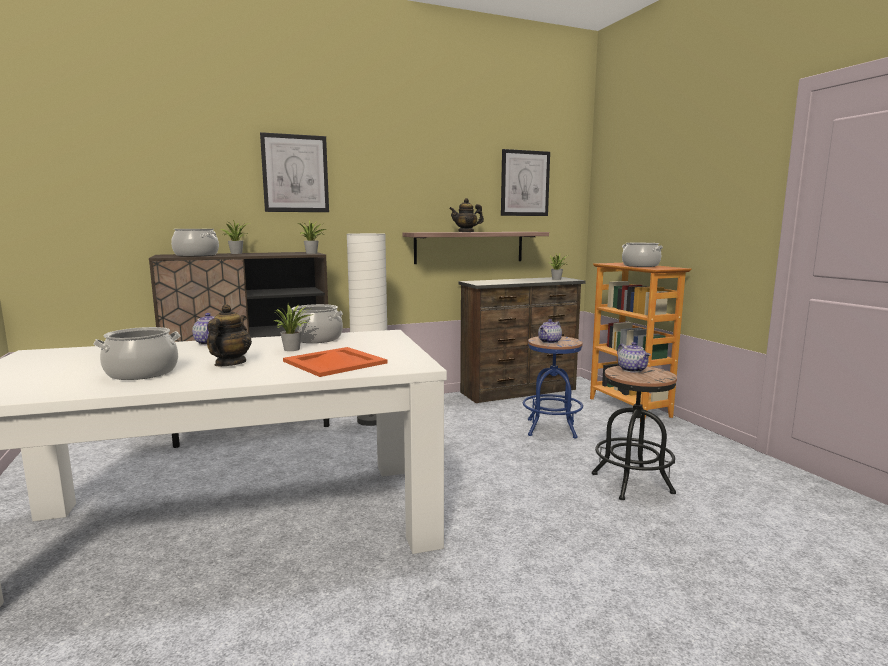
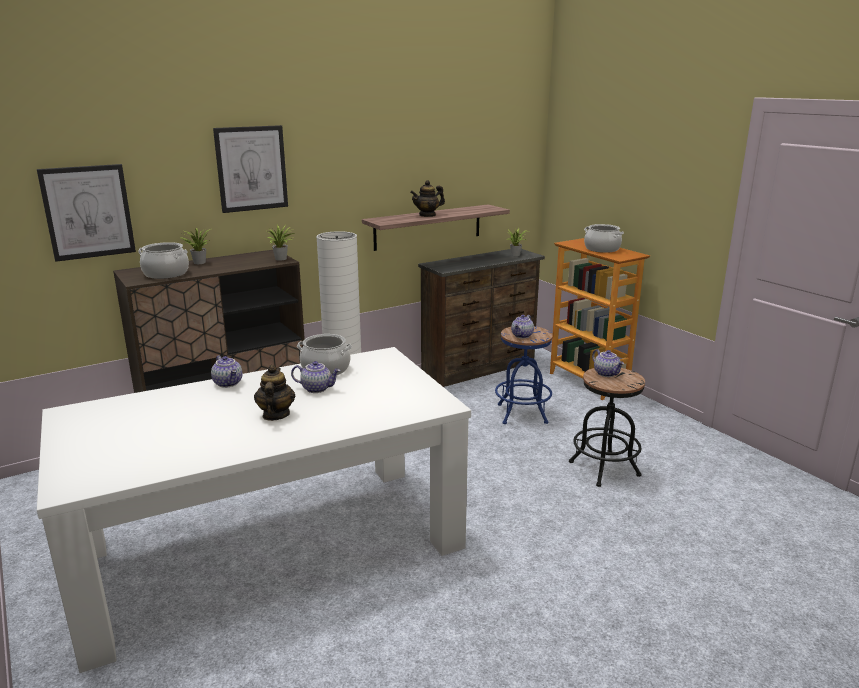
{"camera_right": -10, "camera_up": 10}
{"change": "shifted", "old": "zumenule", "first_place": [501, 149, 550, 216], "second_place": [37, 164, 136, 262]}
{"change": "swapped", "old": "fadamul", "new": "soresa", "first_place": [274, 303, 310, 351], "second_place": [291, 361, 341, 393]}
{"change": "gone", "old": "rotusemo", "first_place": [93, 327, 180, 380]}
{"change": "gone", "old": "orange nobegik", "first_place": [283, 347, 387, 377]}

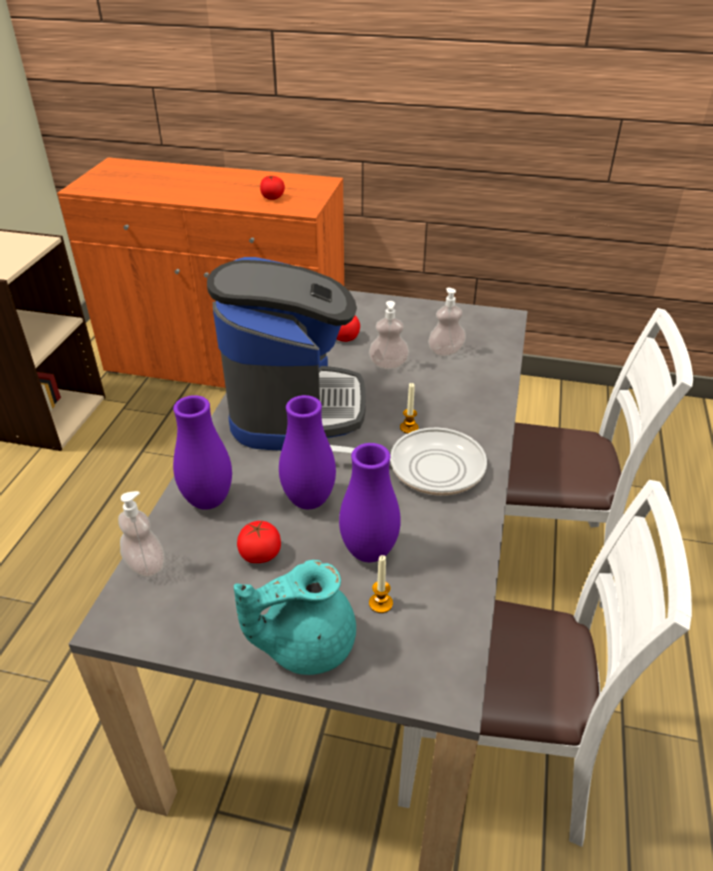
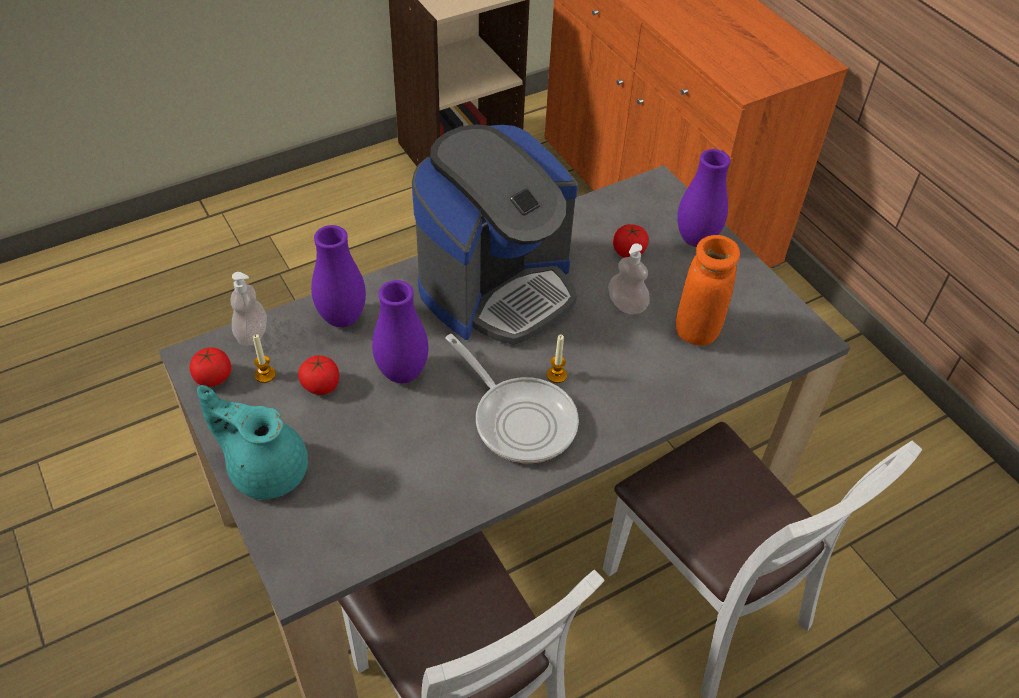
{"camera_right": 45, "camera_up": 10}
{"change": "shifted", "old": "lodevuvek", "first_place": [260, 176, 285, 200], "second_place": [190, 347, 231, 387]}
{"change": "shifted", "old": "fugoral", "first_place": [369, 555, 393, 613], "second_place": [253, 334, 276, 383]}
{"change": "swapped", "old": "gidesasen", "new": "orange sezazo", "first_place": [428, 288, 466, 356], "second_place": [676, 235, 740, 346]}
{"change": "shifted", "old": "purple sezazo", "first_place": [339, 443, 401, 562], "second_place": [677, 149, 730, 247]}

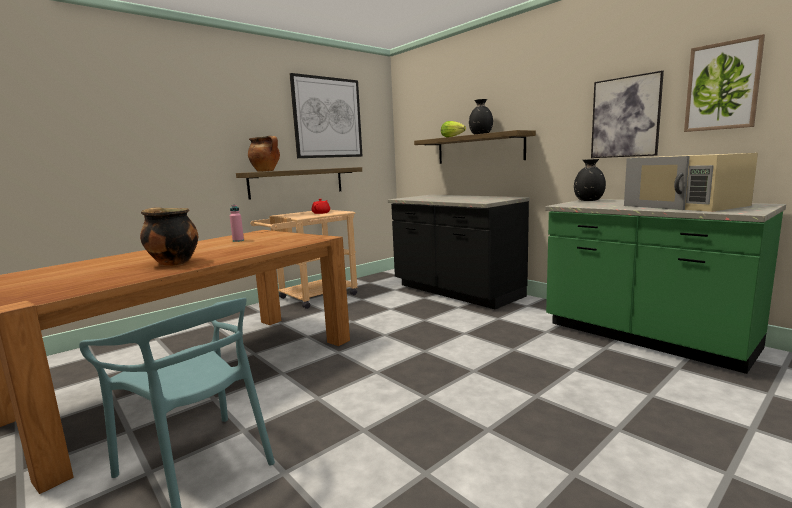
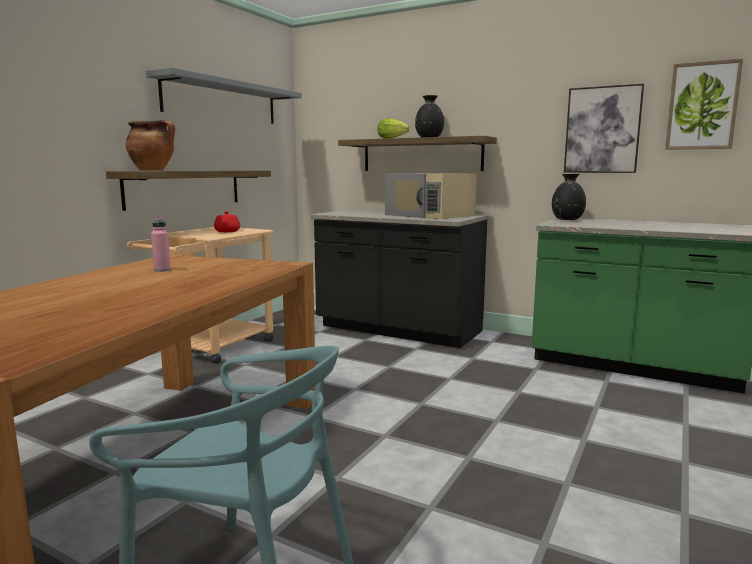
{"camera_right": -20, "camera_up": 0}
{"change": "swapped", "old": "zumenule", "new": "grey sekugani", "first_place": [289, 73, 363, 158], "second_place": [146, 68, 302, 124]}
{"change": "shifted", "old": "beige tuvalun", "first_place": [624, 153, 758, 212], "second_place": [385, 173, 477, 219]}
{"change": "gone", "old": "rotusemo", "first_place": [140, 207, 199, 266]}

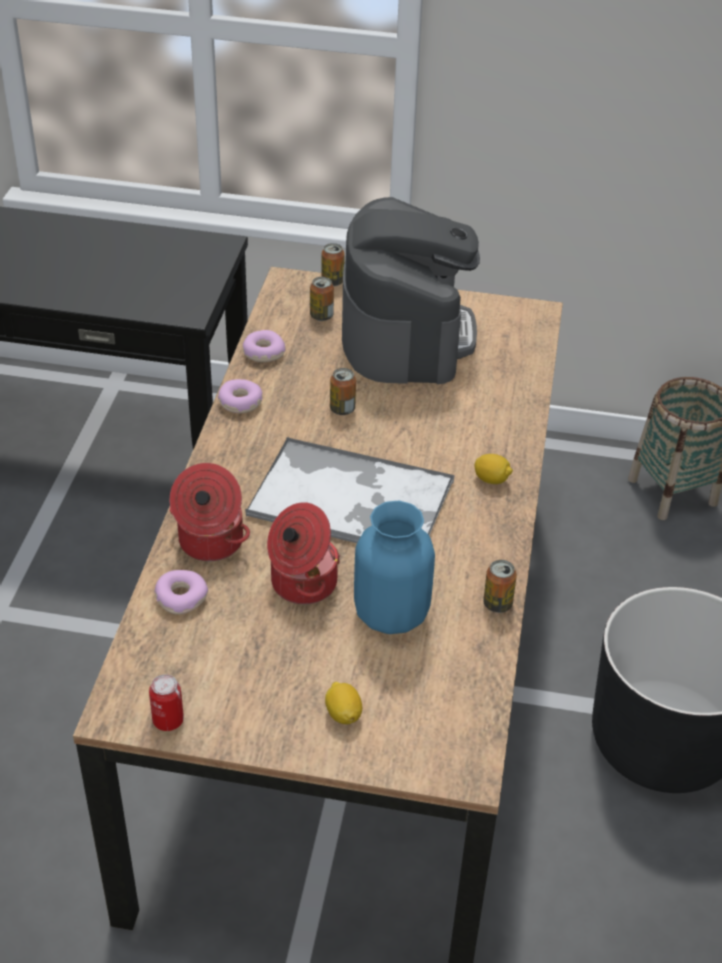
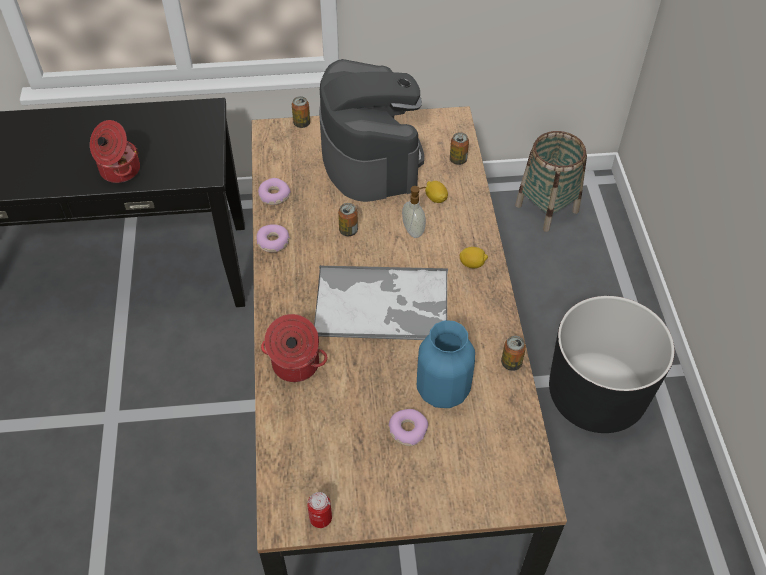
{"camera_right": -15, "camera_up": 10}
{"change": "shifted", "old": "rotusemo", "first_place": [267, 502, 340, 604], "second_place": [90, 120, 140, 183]}
{"change": "shifted", "old": "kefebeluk", "first_place": [154, 570, 208, 615], "second_place": [389, 409, 428, 446]}
{"change": "new", "new": "gidesasen", "second_place": [402, 186, 426, 238]}
{"change": "shifted", "old": "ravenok", "first_place": [325, 682, 362, 724], "second_place": [425, 181, 448, 203]}
{"change": "shifted", "old": "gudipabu", "first_place": [310, 277, 334, 321], "second_place": [450, 132, 469, 165]}

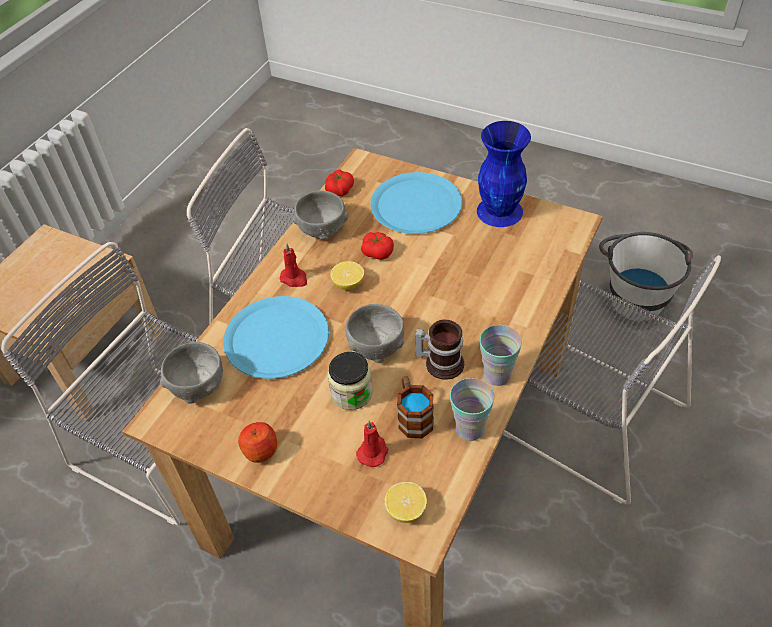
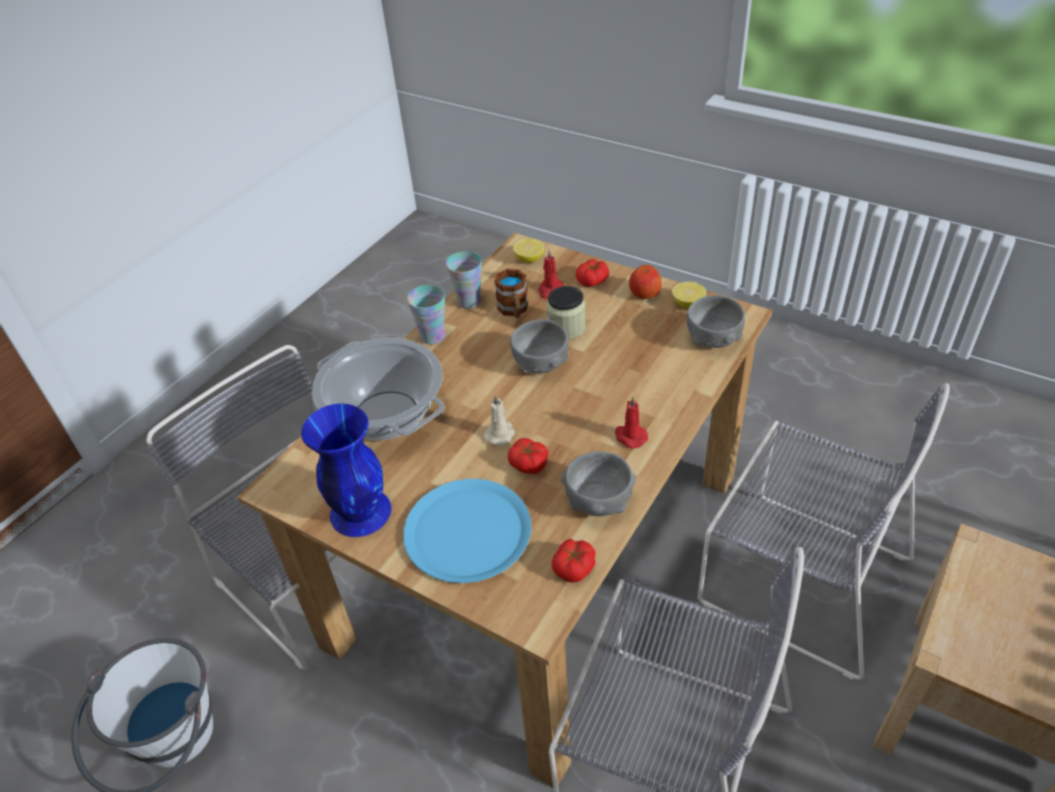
{"camera_right": -175, "camera_up": -5}
{"change": "new", "new": "rotusemo", "second_place": [312, 338, 445, 440]}
{"change": "new", "new": "beige fugoral", "second_place": [484, 394, 515, 446]}
{"change": "new", "new": "lodevuvek", "second_place": [576, 259, 609, 287]}
{"change": "shifted", "old": "ravenok", "first_place": [330, 261, 364, 290], "second_place": [672, 282, 707, 309]}
{"change": "gone", "old": "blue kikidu", "first_place": [223, 296, 329, 379]}
{"change": "gone", "old": "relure", "first_place": [415, 320, 464, 380]}

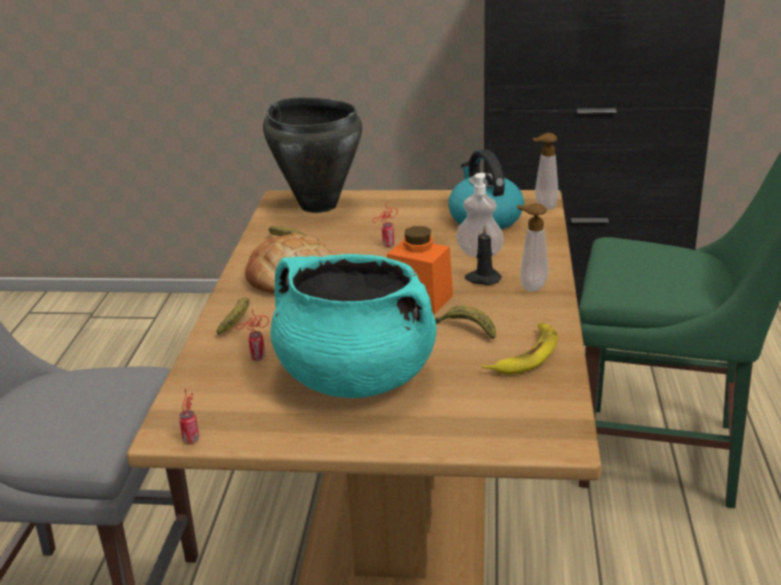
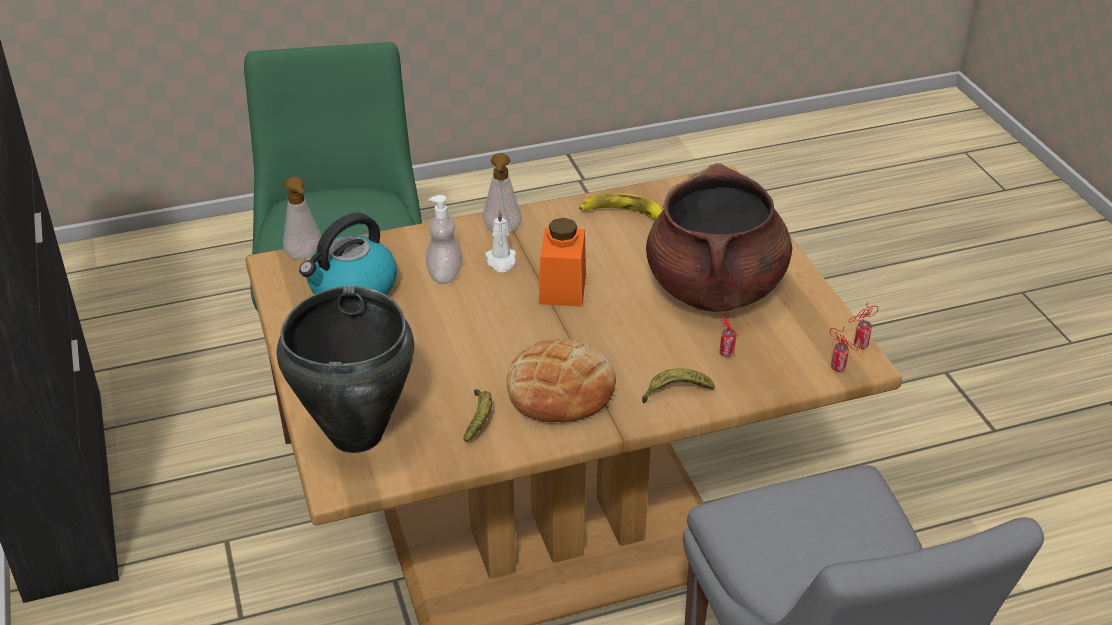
{"camera_right": -115, "camera_up": 10}
{"change": "repainted", "old": "black fugoral", "new": "white fugoral", "first_place": [465, 225, 502, 285], "second_place": [485, 209, 516, 272]}
{"change": "repainted", "old": "turquoise rotusemo", "new": "brown rotusemo", "first_place": [271, 254, 437, 398], "second_place": [646, 163, 792, 312]}
{"change": "shifted", "old": "gudipabu", "first_place": [373, 207, 398, 247], "second_place": [830, 328, 858, 371]}
{"change": "gone", "old": "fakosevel", "first_place": [435, 306, 496, 339]}

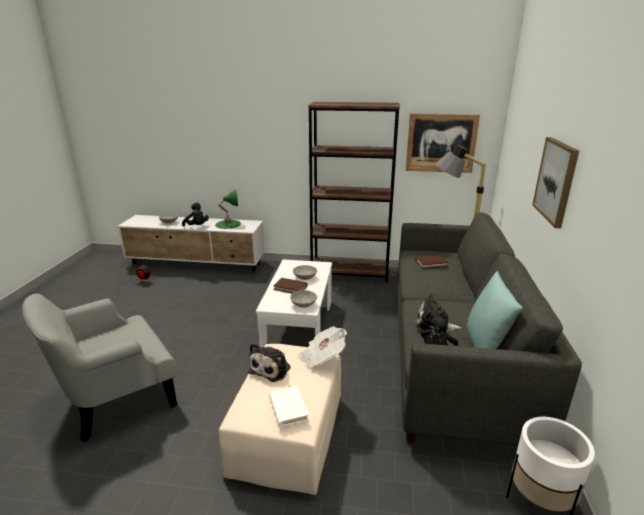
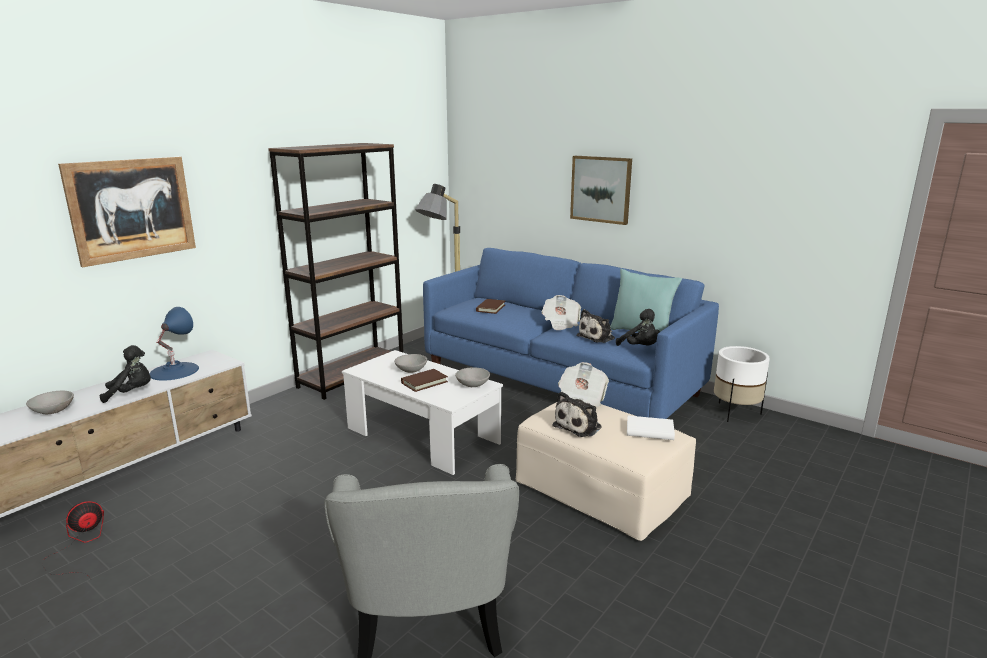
{"camera_right": -60, "camera_up": -5}
{"change": "shifted", "old": "zumenule", "first_place": [406, 113, 480, 173], "second_place": [58, 157, 196, 267]}
{"change": "repainted", "old": "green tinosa", "new": "blue tinosa", "first_place": [215, 190, 241, 229], "second_place": [150, 307, 199, 381]}
{"change": "repainted", "old": "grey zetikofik", "new": "blue zetikofik", "first_place": [397, 212, 582, 445], "second_place": [423, 248, 719, 419]}
{"change": "new", "new": "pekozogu", "second_place": [541, 295, 581, 330]}
{"change": "rotated", "old": "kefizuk", "first_place": [248, 343, 291, 382], "second_place": [553, 392, 602, 437], "degrees": 75}

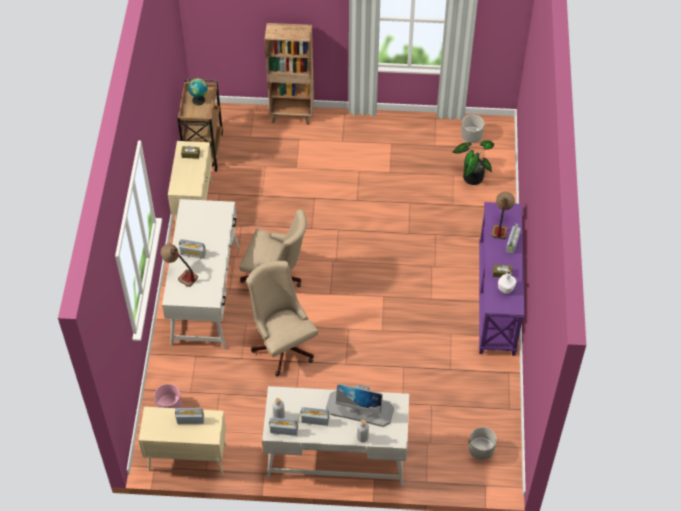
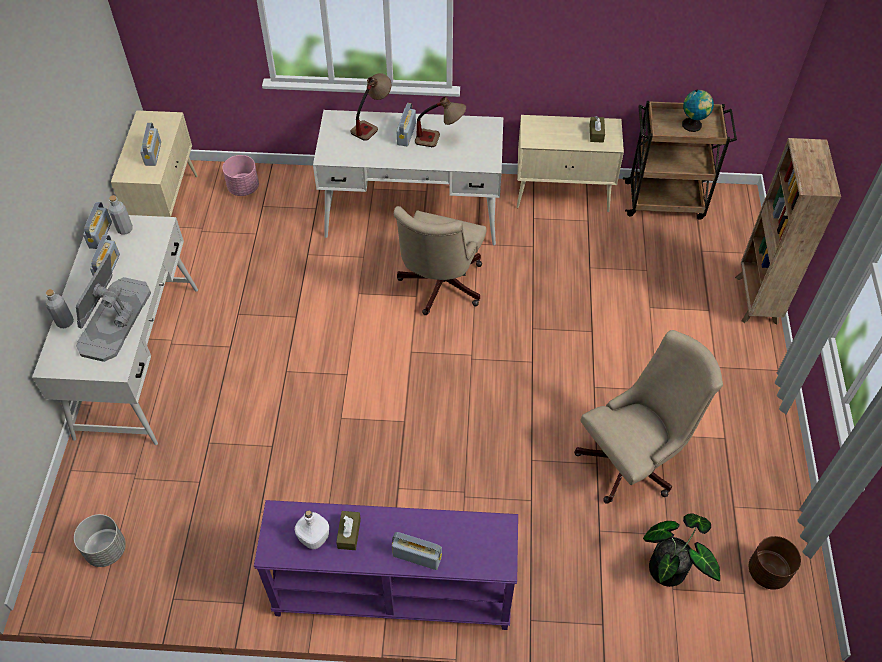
{"camera_right": 90, "camera_up": 0}
{"change": "shifted", "old": "tinosa", "first_place": [491, 192, 515, 239], "second_place": [415, 97, 466, 147]}
{"change": "shifted", "old": "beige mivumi", "first_place": [246, 261, 318, 376], "second_place": [574, 330, 723, 504]}
{"change": "repainted", "old": "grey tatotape", "new": "brown tatotape", "first_place": [461, 115, 484, 143], "second_place": [749, 536, 801, 590]}

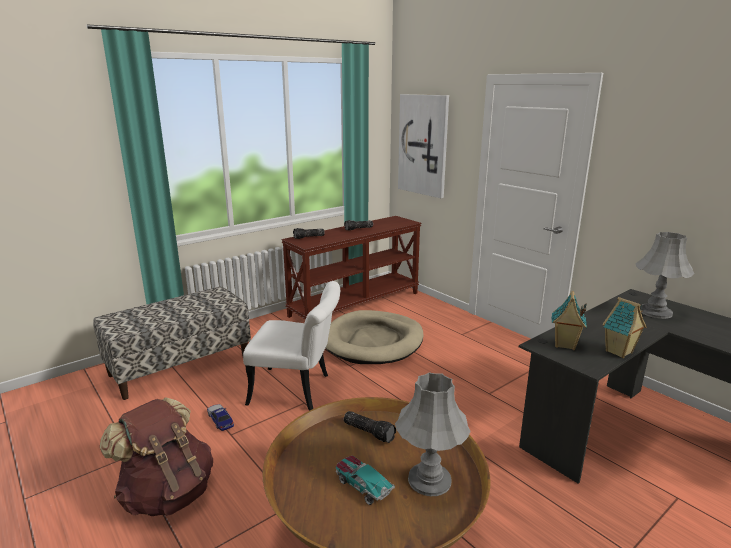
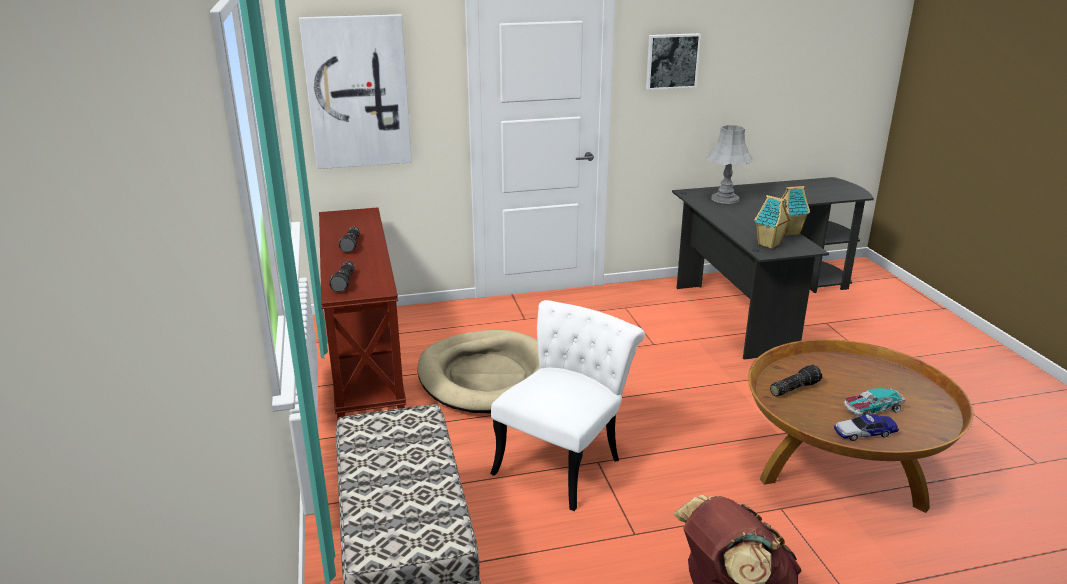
{"camera_right": -65, "camera_up": 5}
{"change": "new", "new": "zumenule", "second_place": [646, 33, 701, 90]}
{"change": "shifted", "old": "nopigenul", "first_place": [207, 404, 234, 431], "second_place": [834, 414, 899, 441]}
{"change": "gone", "old": "grey tinosa", "first_place": [395, 372, 471, 496]}

